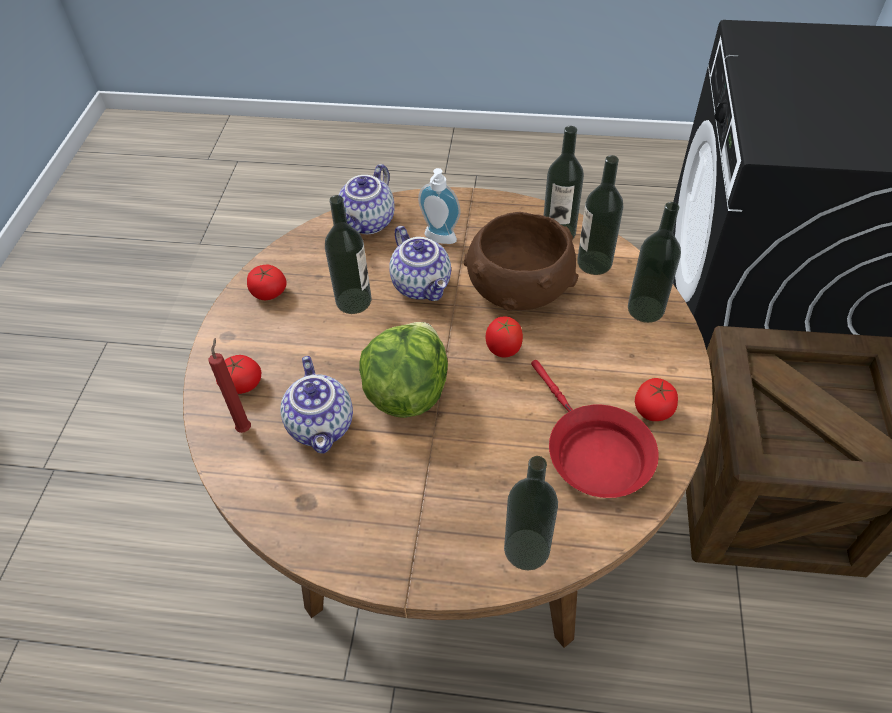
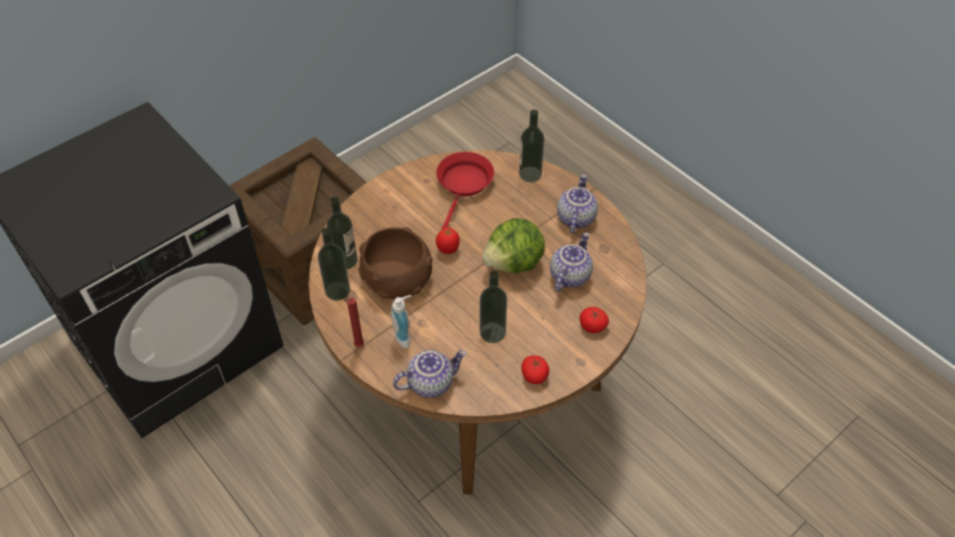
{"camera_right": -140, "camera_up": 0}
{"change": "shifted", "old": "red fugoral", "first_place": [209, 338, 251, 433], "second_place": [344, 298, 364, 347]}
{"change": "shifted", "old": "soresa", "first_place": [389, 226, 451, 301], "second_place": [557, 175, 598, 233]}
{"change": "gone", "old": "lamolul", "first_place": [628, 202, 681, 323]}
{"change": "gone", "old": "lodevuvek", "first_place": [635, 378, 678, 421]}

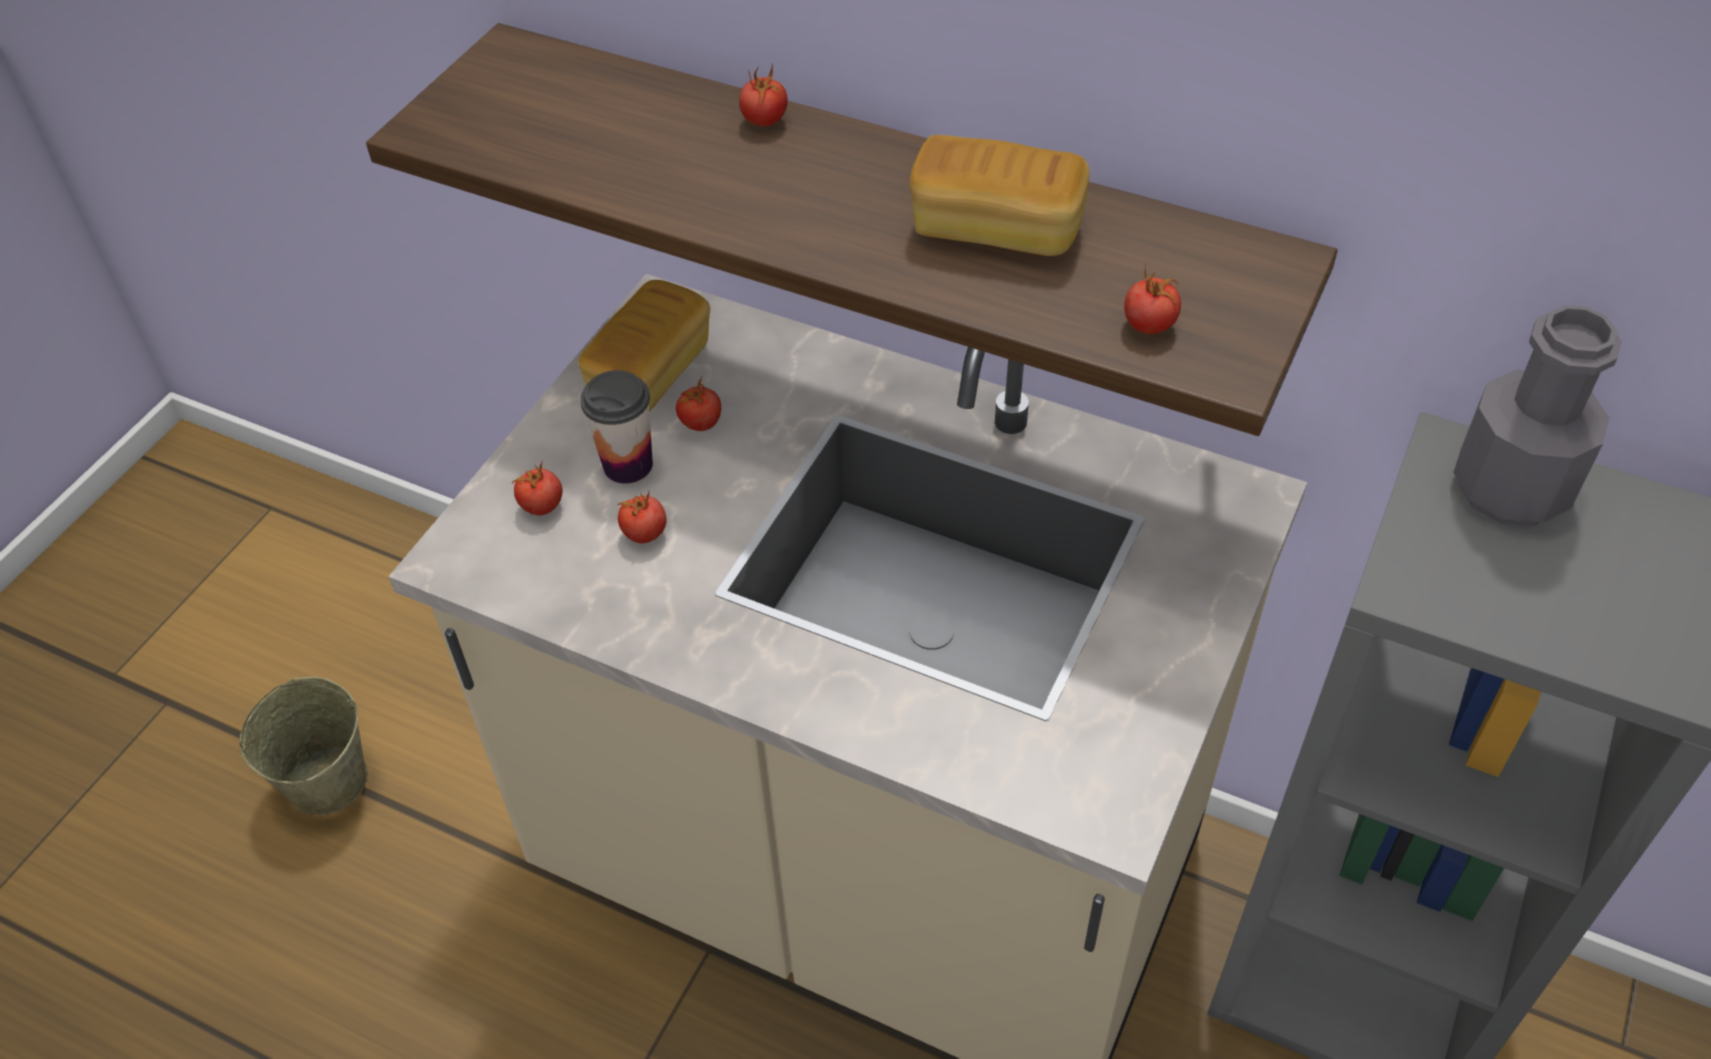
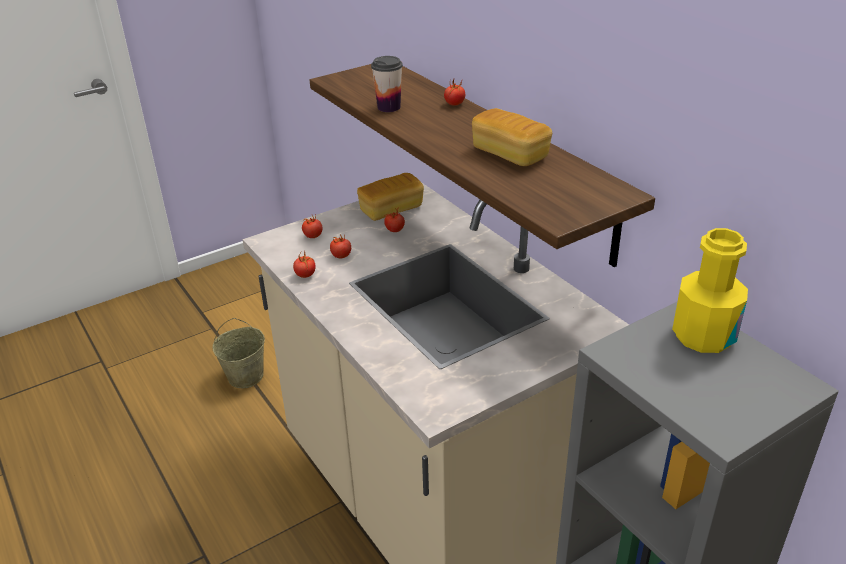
{"camera_right": 30, "camera_up": -15}
{"change": "shifted", "old": "lodevuvek", "first_place": [1124, 263, 1181, 334], "second_place": [293, 252, 316, 278]}
{"change": "shifted", "old": "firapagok", "first_place": [580, 370, 653, 483], "second_place": [371, 56, 403, 112]}
{"change": "repainted", "old": "grey lamolul", "new": "yellow lamolul", "first_place": [1453, 305, 1622, 526], "second_place": [672, 228, 748, 353]}

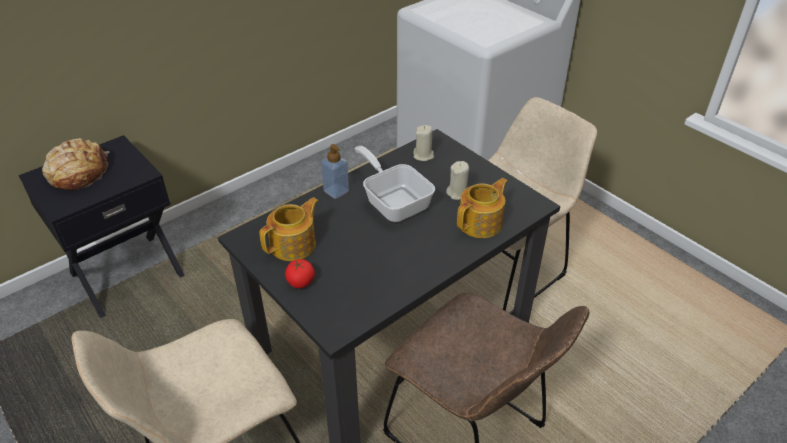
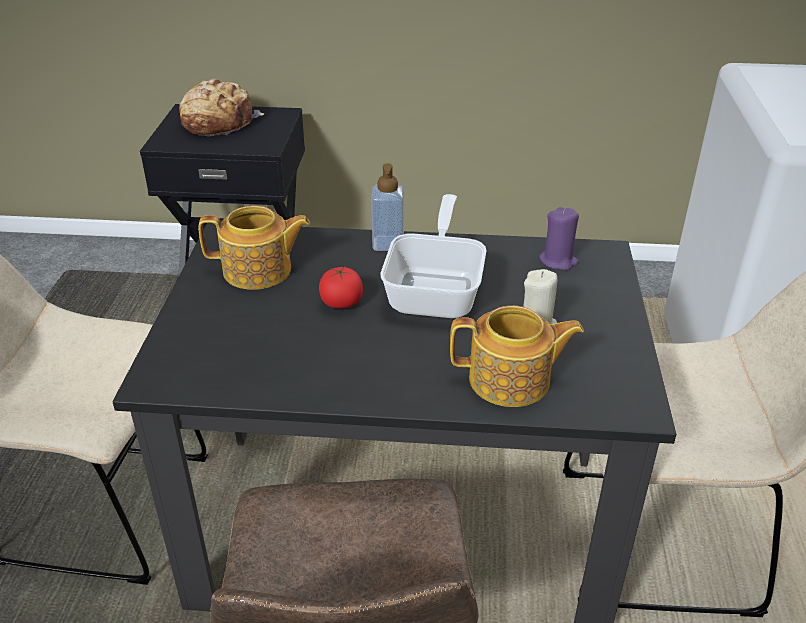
{"camera_right": 45, "camera_up": -5}
{"change": "shifted", "old": "lodevuvek", "first_place": [285, 259, 315, 288], "second_place": [319, 267, 363, 308]}
{"change": "repainted", "old": "beige fugoral", "new": "purple fugoral", "first_place": [413, 125, 434, 161], "second_place": [539, 207, 579, 270]}

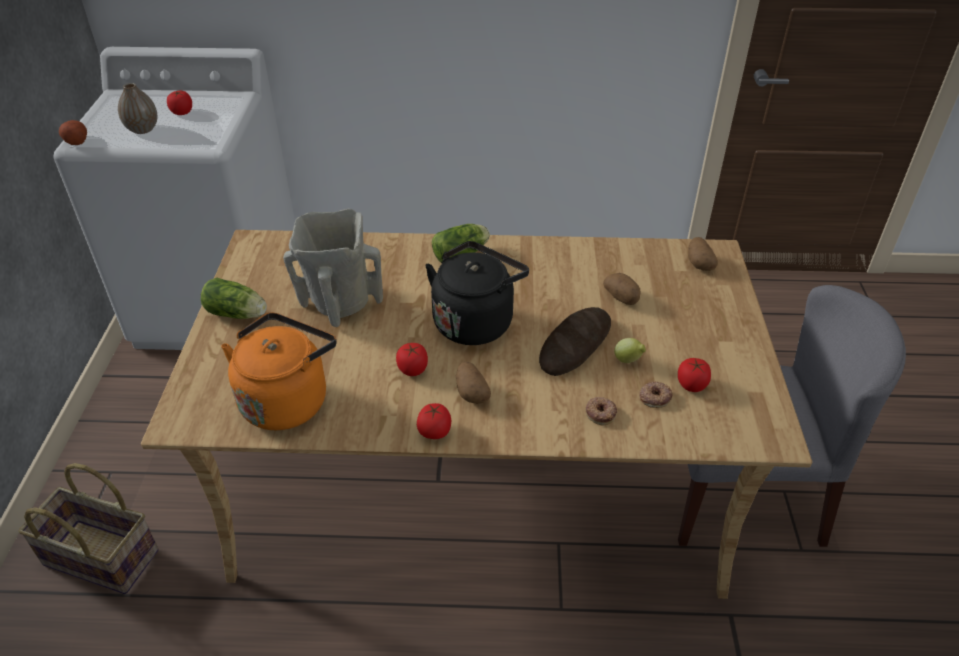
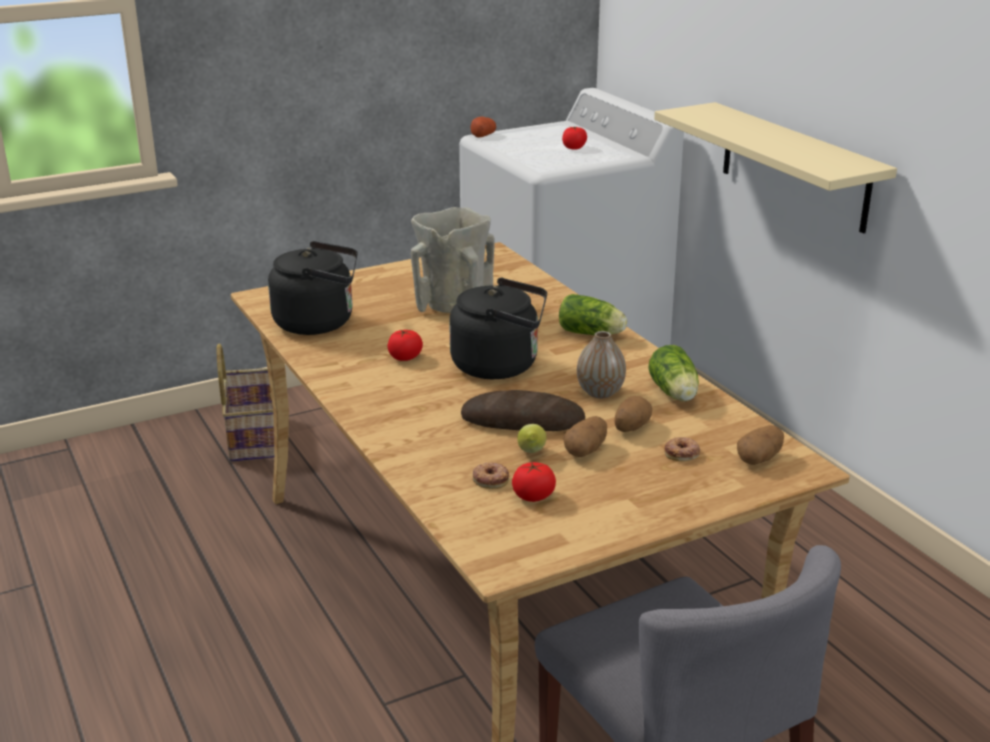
{"camera_right": 60, "camera_up": -15}
{"change": "repainted", "old": "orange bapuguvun", "new": "black bapuguvun", "first_place": [221, 313, 336, 430], "second_place": [268, 241, 358, 335]}
{"change": "shifted", "old": "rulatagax", "first_place": [456, 362, 491, 404], "second_place": [563, 416, 607, 457]}
{"change": "shifted", "old": "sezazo", "first_place": [118, 83, 158, 134], "second_place": [577, 331, 626, 398]}
{"change": "shifted", "old": "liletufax", "first_place": [201, 278, 267, 319], "second_place": [648, 345, 699, 401]}
{"change": "new", "new": "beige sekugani", "second_place": [654, 102, 897, 234]}
{"change": "shifted", "old": "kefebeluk", "first_place": [585, 397, 618, 425], "second_place": [665, 437, 700, 461]}
{"change": "gone", "old": "lodevuvek", "first_place": [417, 403, 451, 439]}

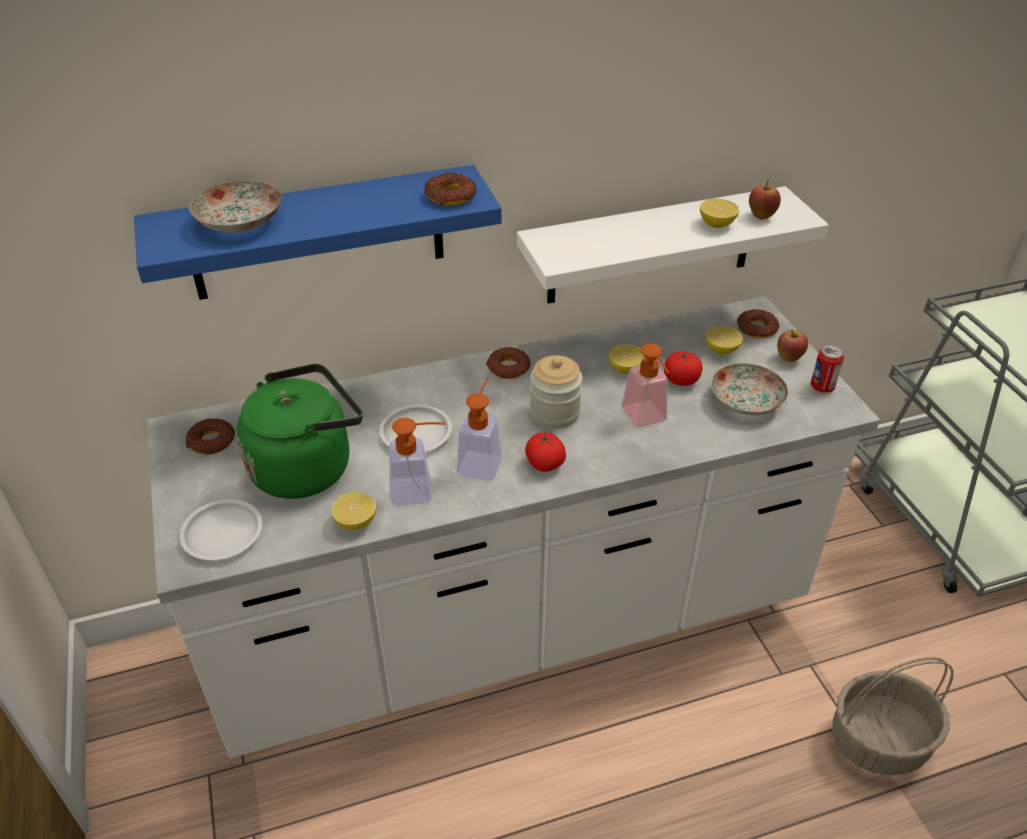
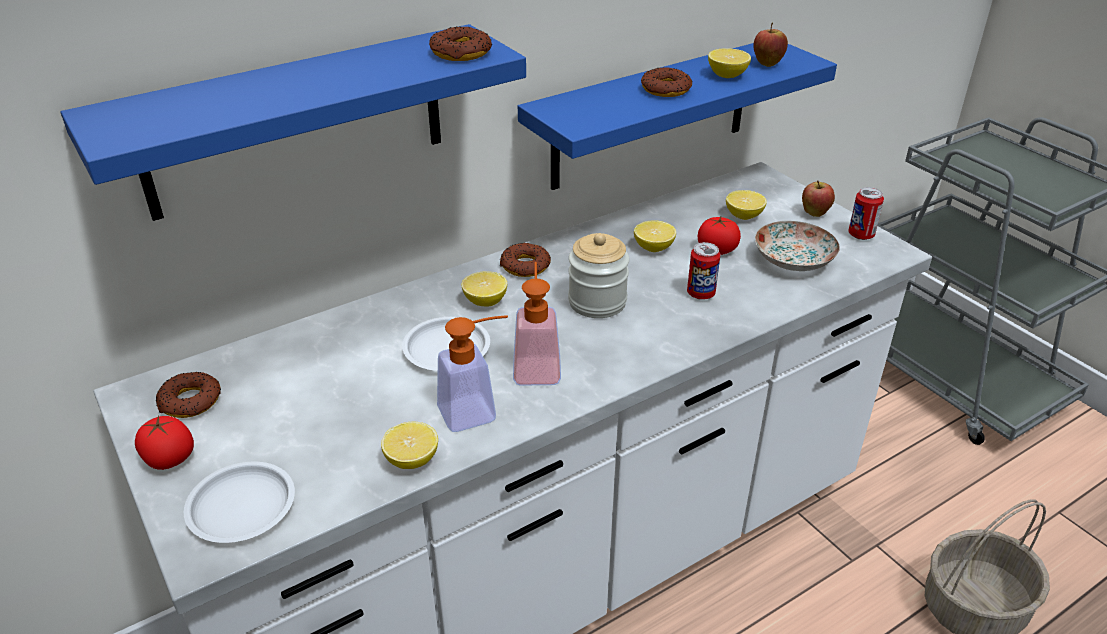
{"camera_right": -15, "camera_up": -5}
{"change": "shifted", "old": "lodevuvek", "first_place": [525, 431, 566, 472], "second_place": [135, 415, 194, 470]}
{"change": "new", "new": "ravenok", "second_place": [461, 271, 507, 307]}
{"change": "repainted", "old": "white sekugani", "new": "blue sekugani", "first_place": [517, 186, 829, 304], "second_place": [518, 43, 837, 190]}
{"change": "shifted", "old": "kefebeluk", "first_place": [737, 309, 779, 338], "second_place": [641, 67, 692, 97]}
{"change": "swapped", "old": "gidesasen", "new": "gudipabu", "first_place": [621, 343, 669, 428], "second_place": [687, 242, 720, 300]}
{"change": "gone", "old": "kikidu", "first_place": [189, 180, 282, 233]}
{"change": "gone", "old": "green bapuguvun", "first_place": [237, 364, 363, 499]}

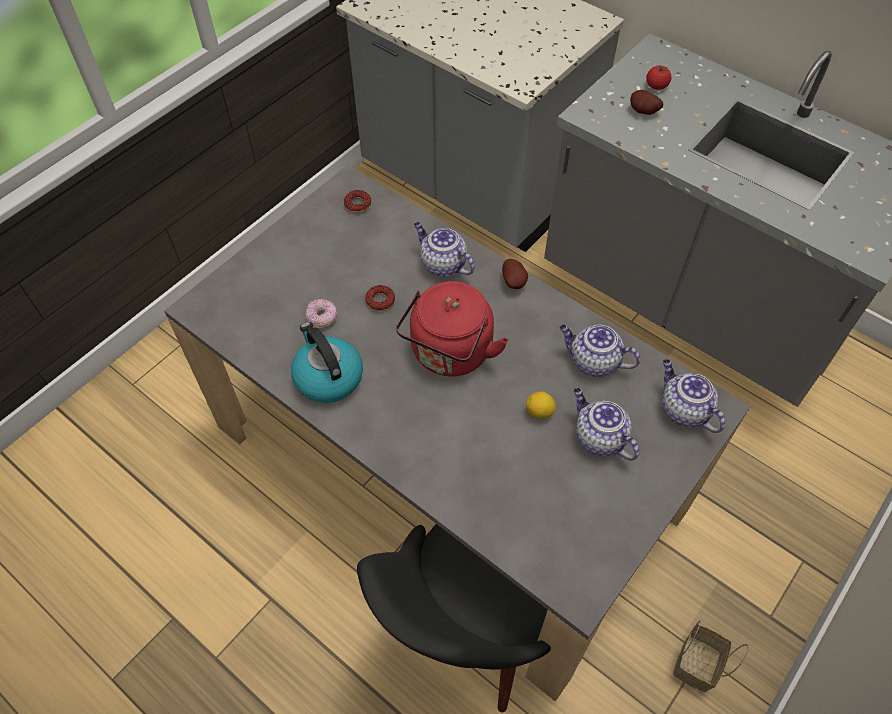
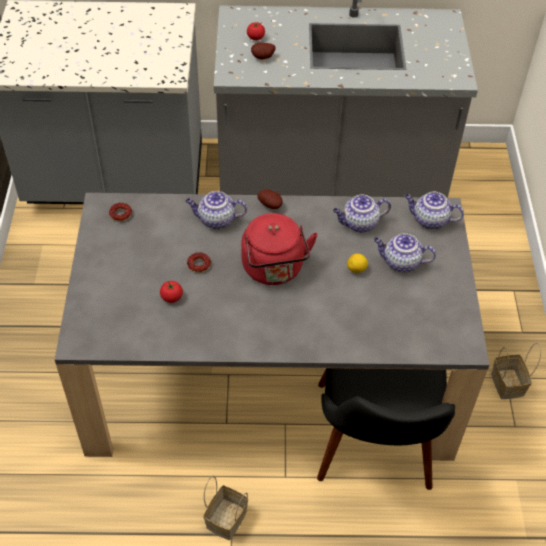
{"camera_right": -40, "camera_up": -5}
{"change": "swapped", "old": "kefebeluk", "new": "lodevuvek", "first_place": [306, 299, 337, 328], "second_place": [160, 281, 183, 303]}
{"change": "new", "new": "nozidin", "second_place": [204, 476, 248, 540]}
{"change": "gone", "old": "bapuguvun", "first_place": [291, 322, 363, 403]}

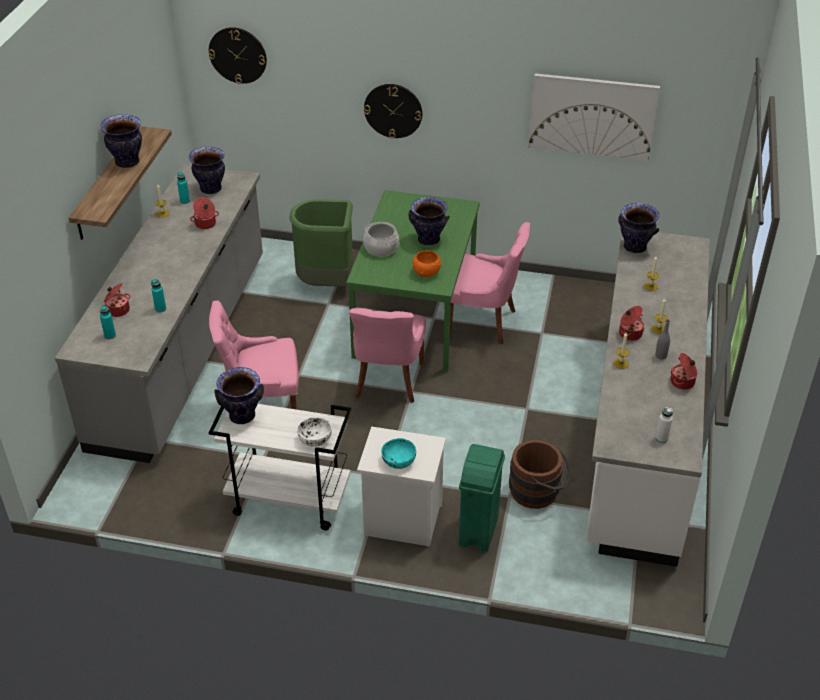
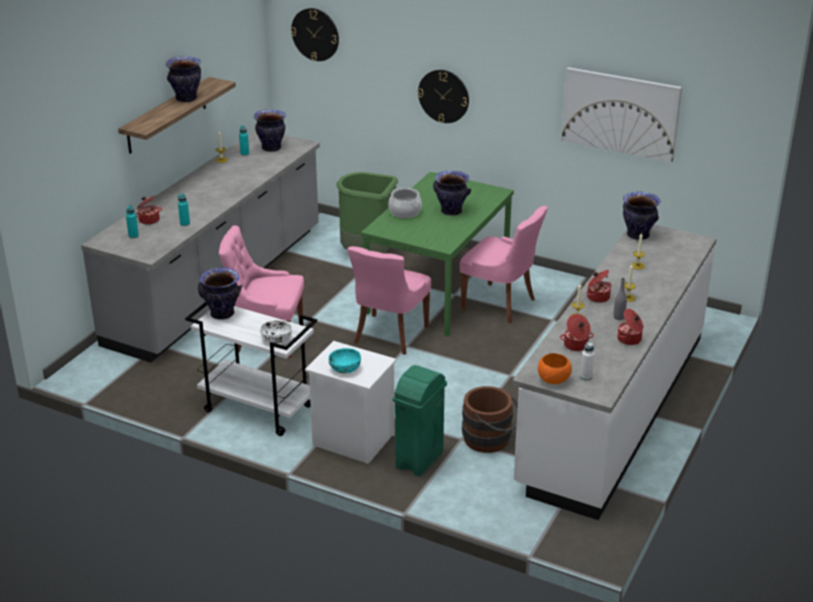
{"camera_right": 15, "camera_up": -10}
{"change": "shifted", "old": "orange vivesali", "first_place": [413, 251, 441, 277], "second_place": [538, 353, 572, 384]}
{"change": "shifted", "old": "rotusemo", "first_place": [190, 197, 219, 229], "second_place": [560, 314, 594, 351]}

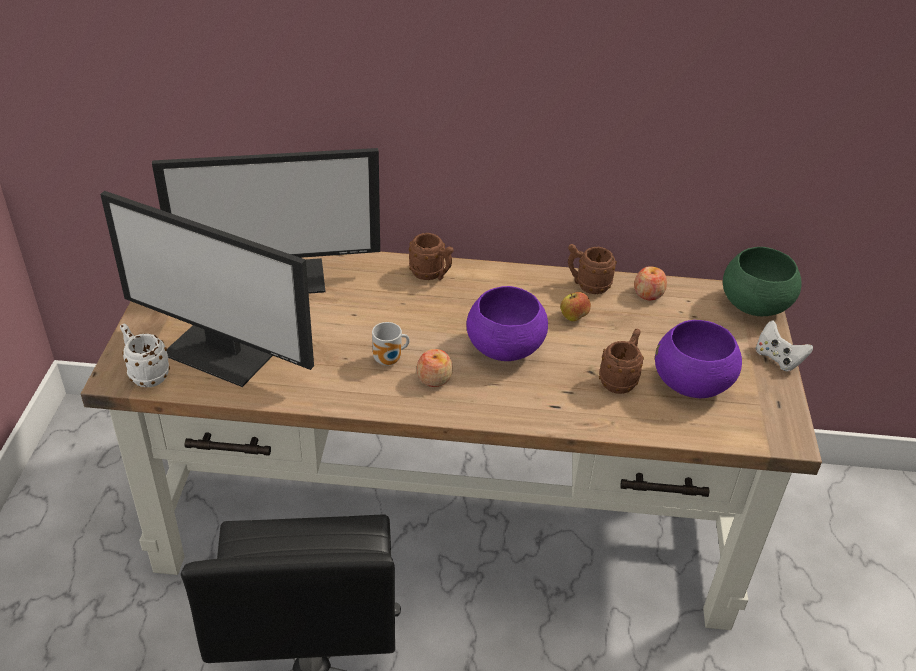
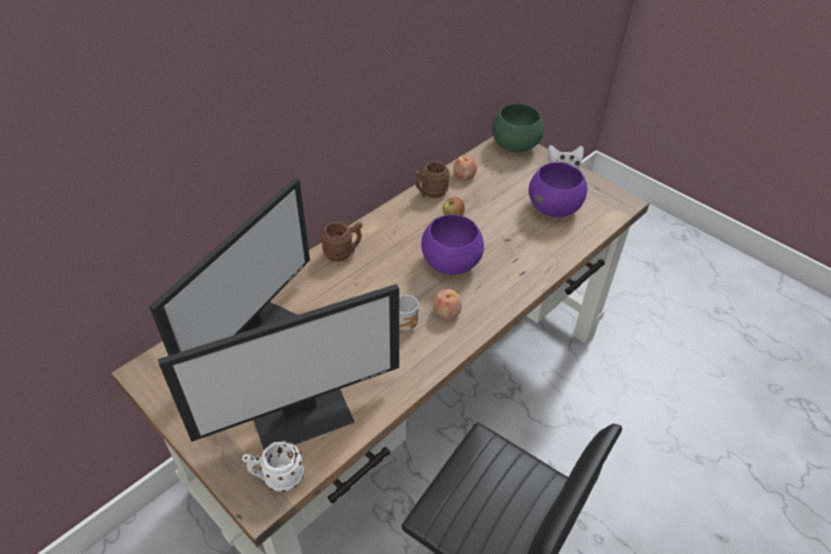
{"camera_right": -50, "camera_up": 5}
{"change": "gone", "old": "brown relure", "first_place": [599, 329, 644, 394]}

